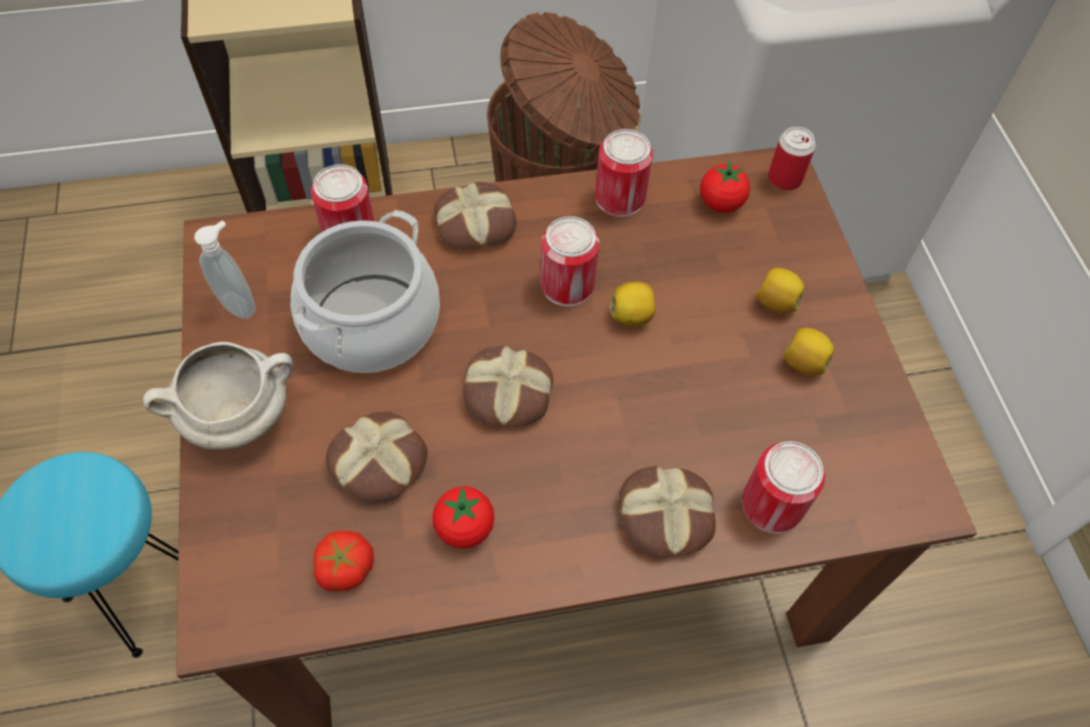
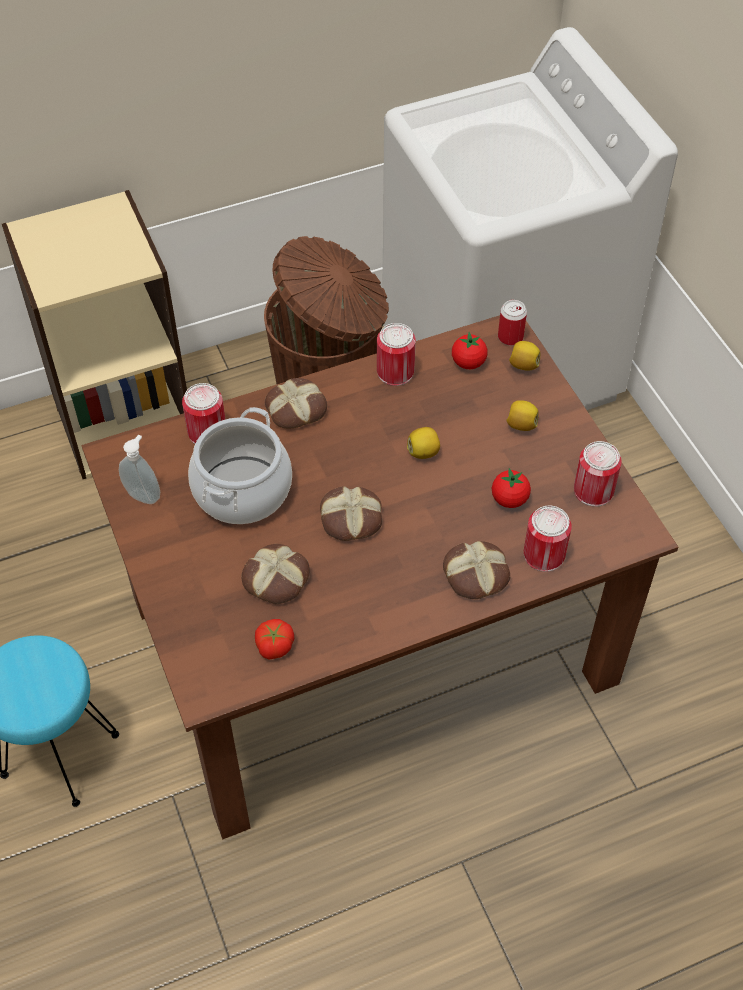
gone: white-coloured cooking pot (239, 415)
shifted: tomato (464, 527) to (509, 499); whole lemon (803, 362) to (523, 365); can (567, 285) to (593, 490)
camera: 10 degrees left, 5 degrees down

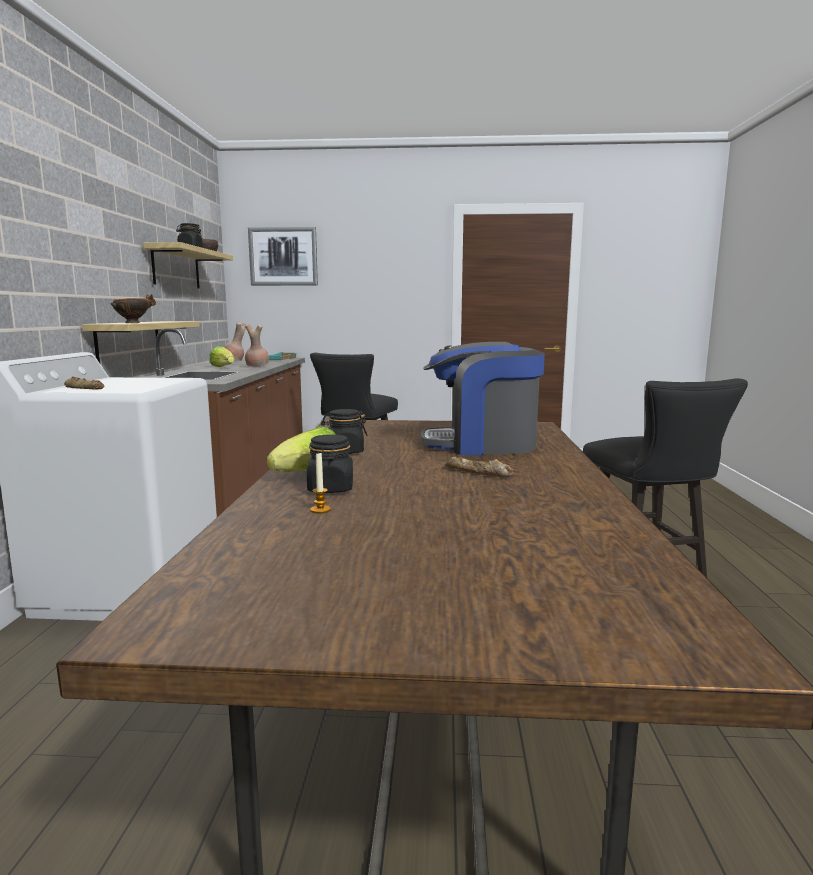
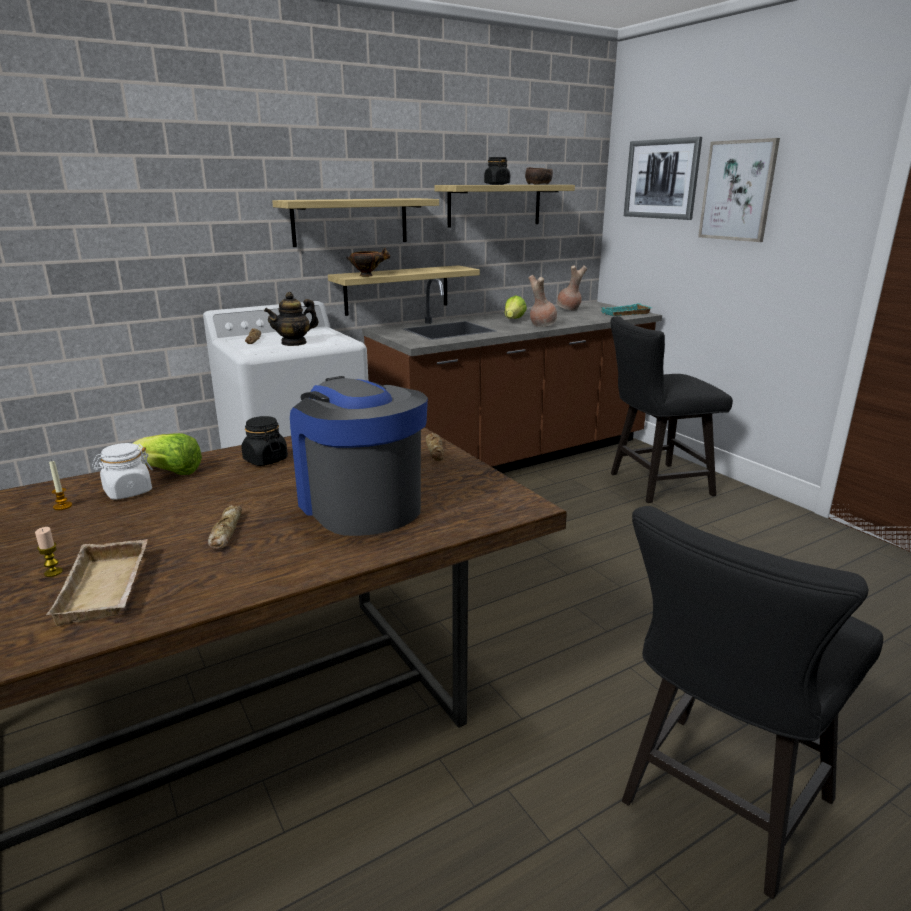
new: wax light (53, 572); sand-coloured carrying tray (108, 589); pot for tea (294, 343); bracket shelf (350, 222); bread (435, 451); wall art (738, 191)
repainted: blackish preserve jar (331, 488) to white-coloured preserve jar (128, 492)
camera: 55 degrees right, 10 degrees up

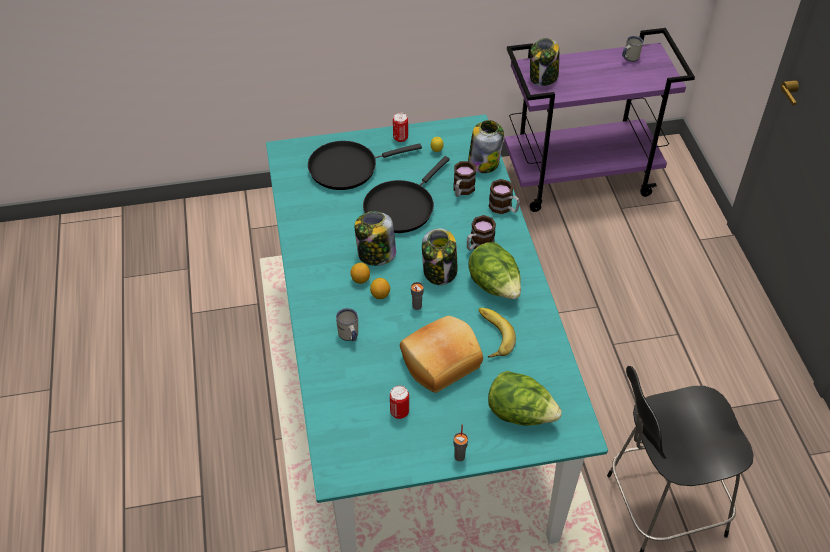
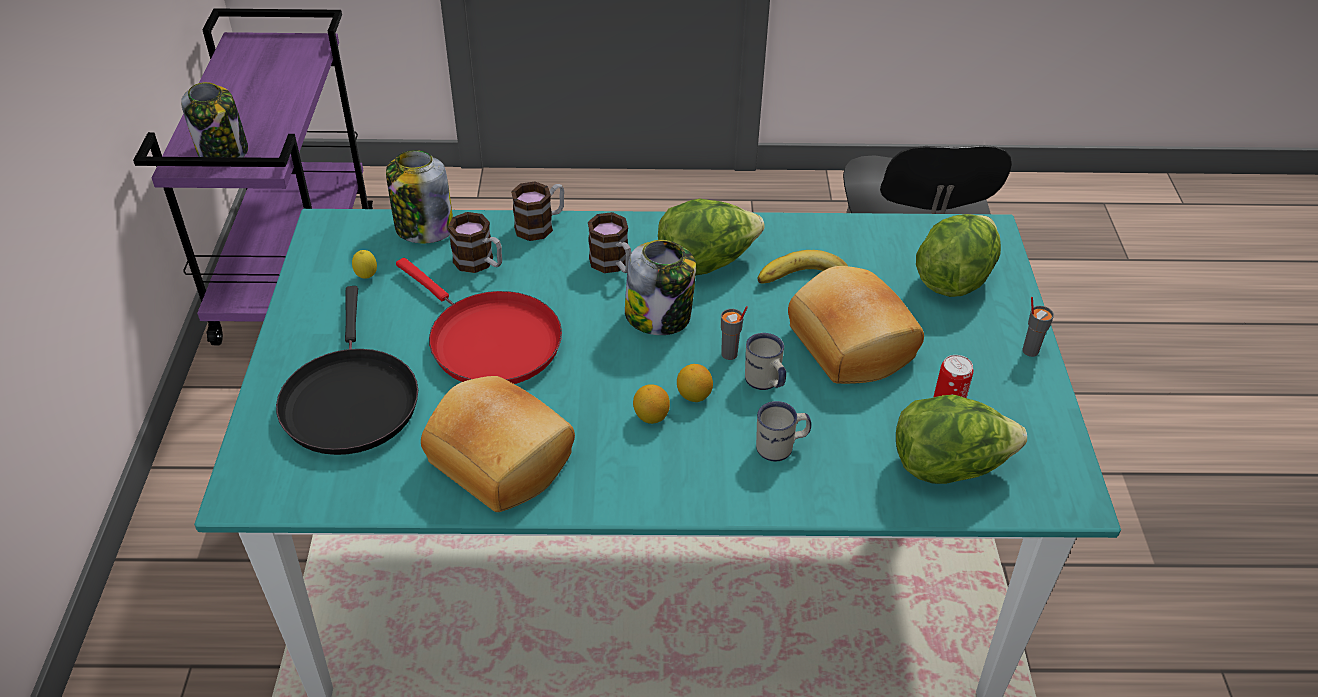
gone: preserve jar (376, 254); can (400, 138)
new: bread (503, 458); lettuce (948, 466)
shifted: white-coloured coffee mug (629, 58) to (765, 383)
repainted: blackish skillet (401, 207) to reddish skillet (489, 341)
camera: 80 degrees left, 5 degrees down

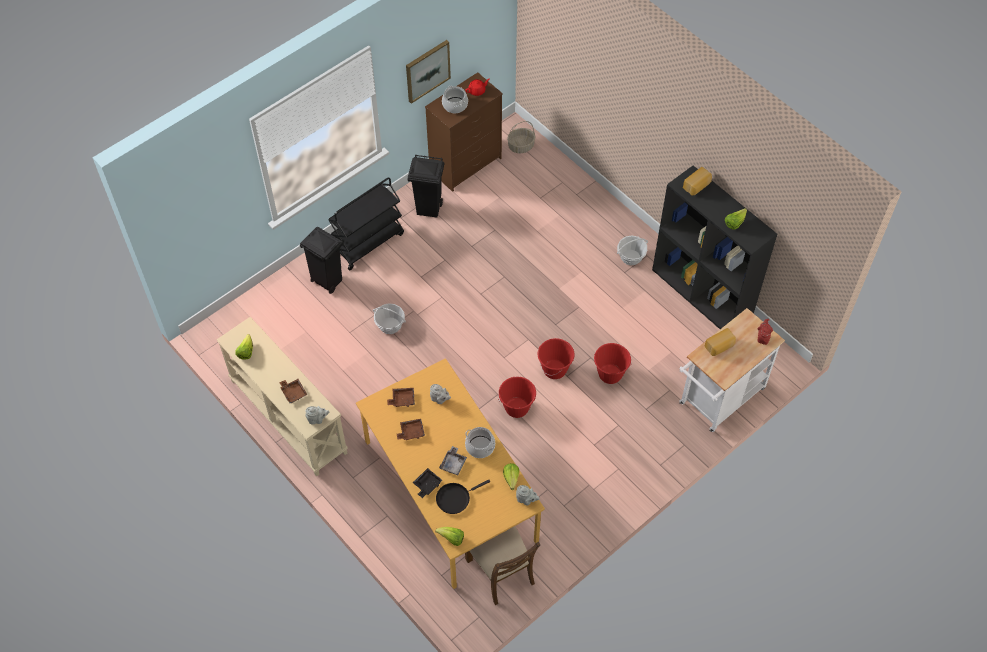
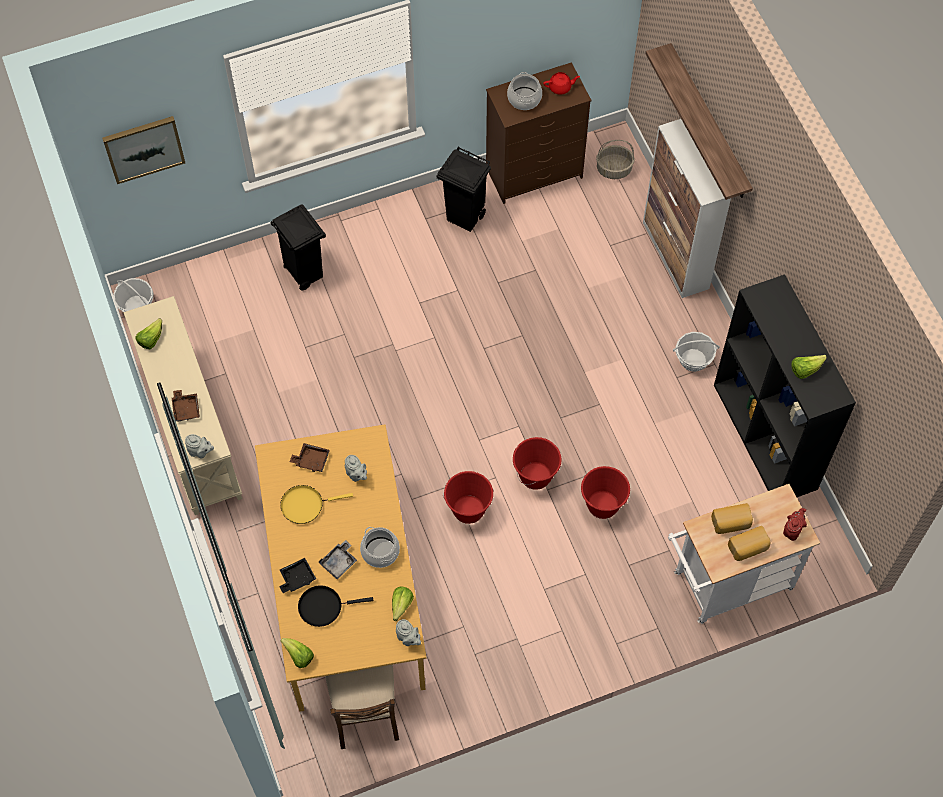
gone: blackish wheeled cart (368, 243)
new: cupboard (675, 256); bracket shelf (709, 123)
shifted: wall art (427, 70) to (143, 148); basket (390, 325) to (136, 306); bread (697, 186) to (748, 548)
swapped: brown-coloured carrying tray (411, 432) to yellowish skillet (305, 505)
camera: 20 degrees right, 5 degrees up

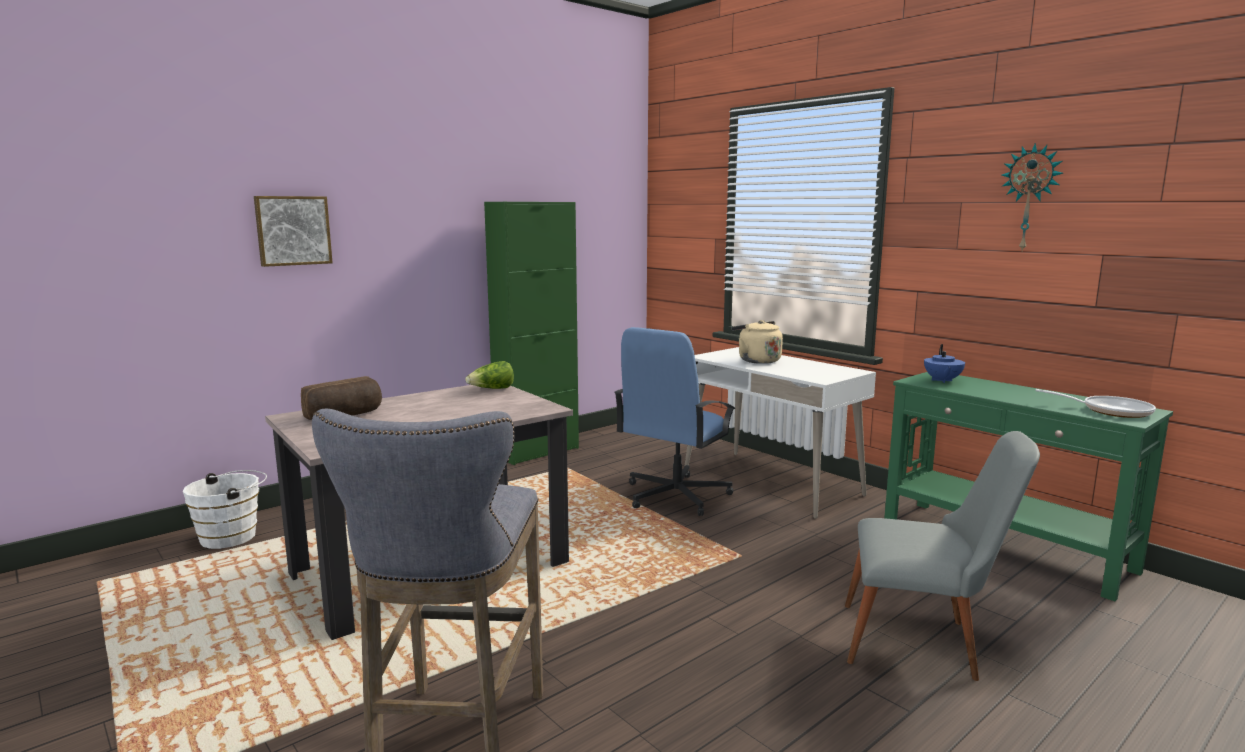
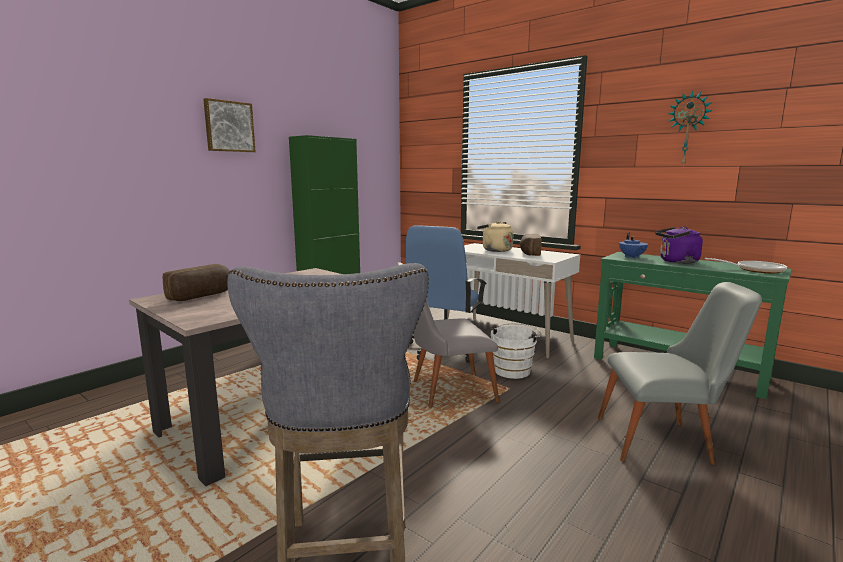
gone: lettuce (492, 389)
new: greyish plain chair (444, 391); bread (529, 253); purplish tea kettle (676, 262)
shifted: wall art (293, 230) to (229, 126); white-coloured pail (233, 536) to (513, 370)
camera: 10 degrees left, 0 degrees up

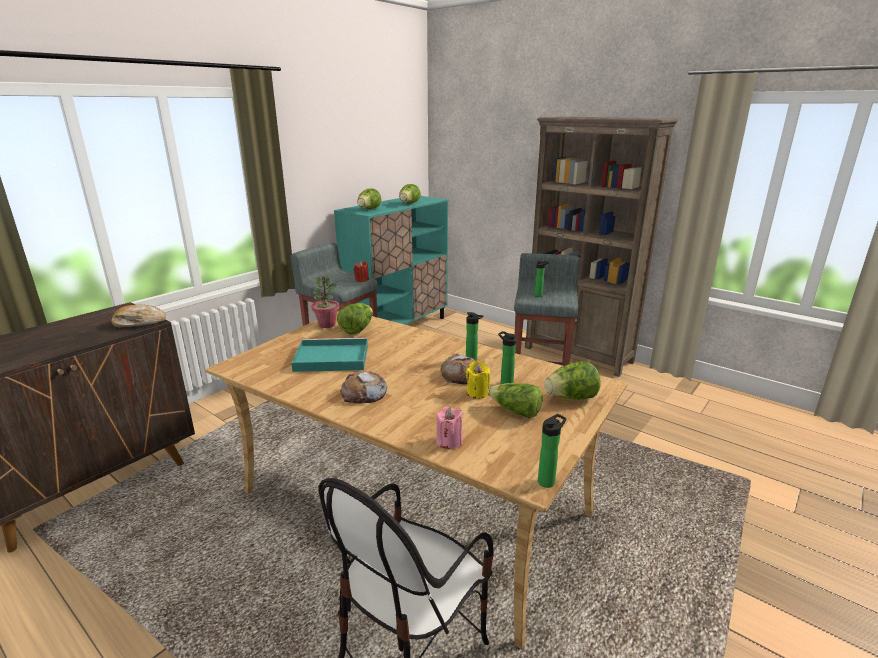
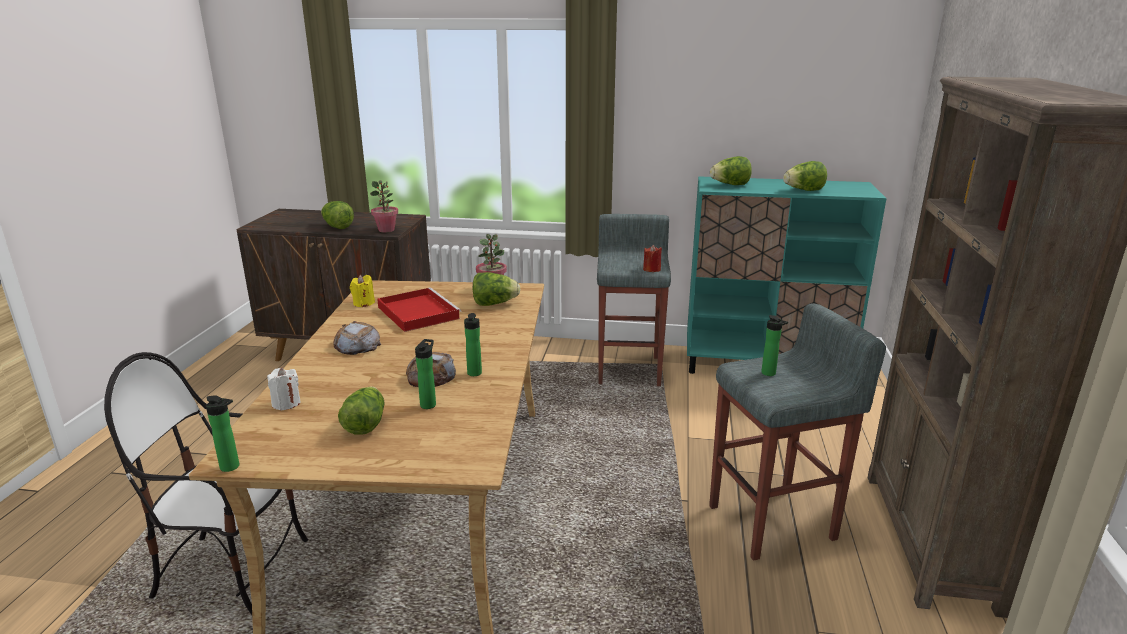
shifted: lettuce (571, 398) to (337, 226); yellowish wax light (477, 393) to (363, 303)
swapped: bread (139, 323) to plant in a pot (386, 230)
repainted: pink wax light (449, 441) to white-coloured wax light (286, 403); turquoise carrying tray (330, 358) to reddish carrying tray (417, 312)
camera: 60 degrees right, 0 degrees up

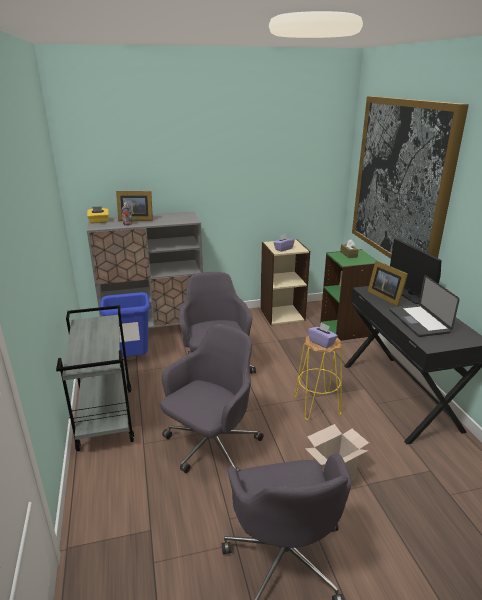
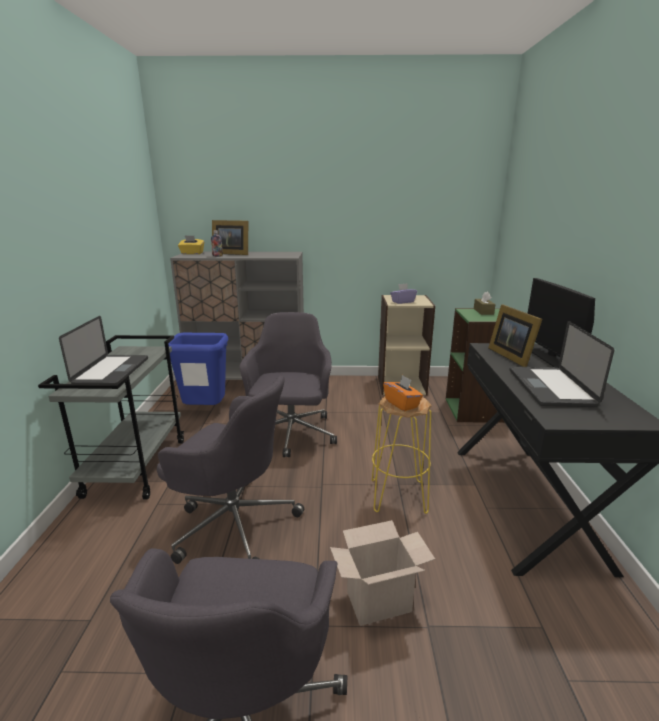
gone: wall art (401, 182)
new: portable computer (112, 371)
repainted: purplish tissue box (322, 342) to orange-coloured tissue box (402, 404)
rotated: greyish office chair (211, 446) = (233, 523) 60 degrees clockwise
camera: 15 degrees right, 5 degrees down

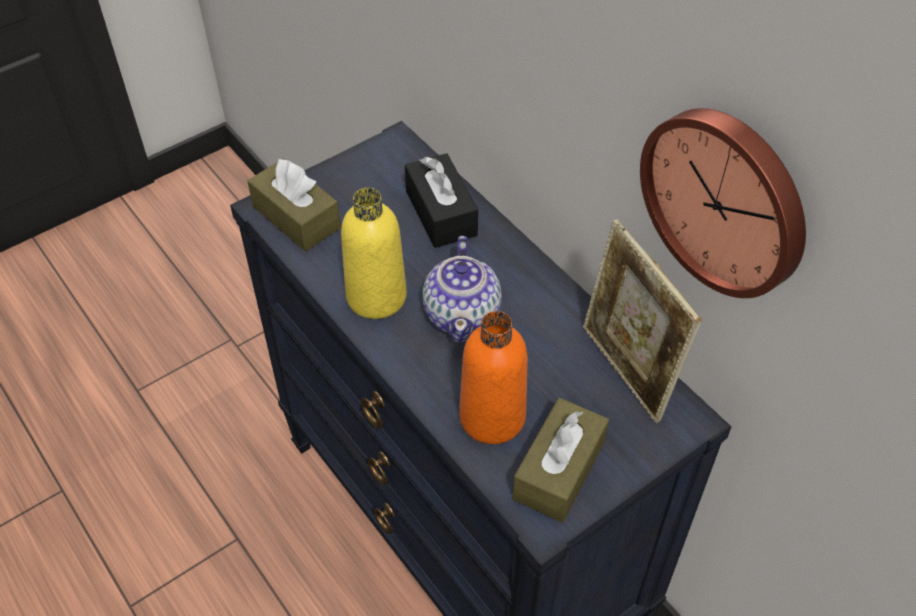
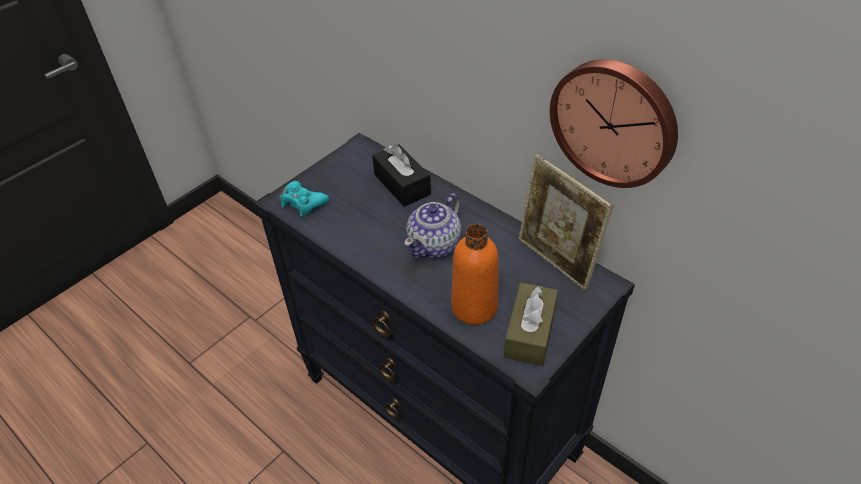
gone: yellowish bottle (376, 296)
swapped: brown-coloured tissue box (296, 217) to turquoise joypad (303, 203)
rotated: pot for tea (463, 314) = (435, 245) 45 degrees clockwise
camera: 10 degrees left, 5 degrees down

